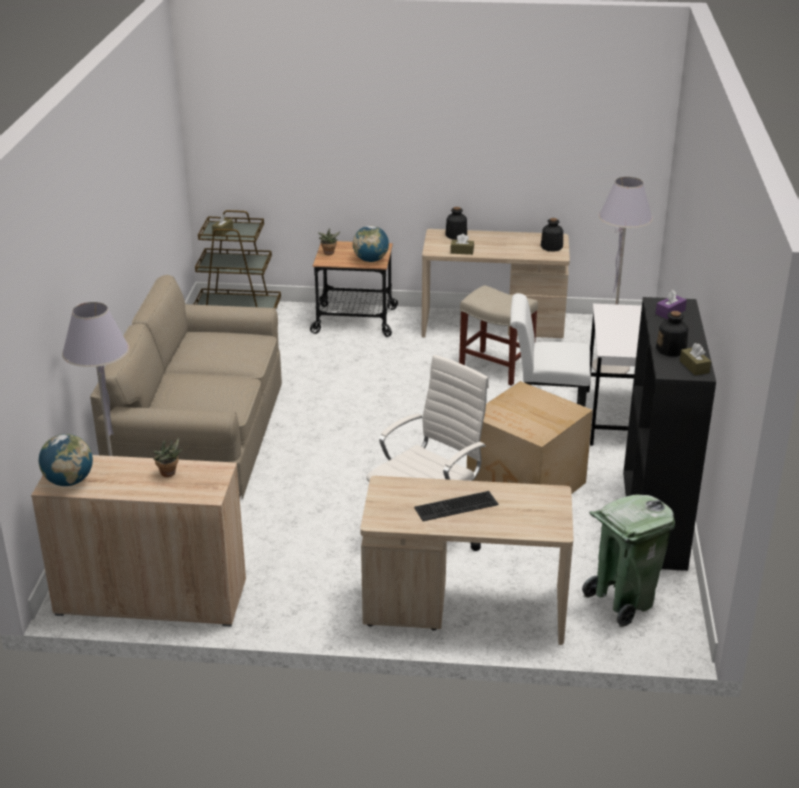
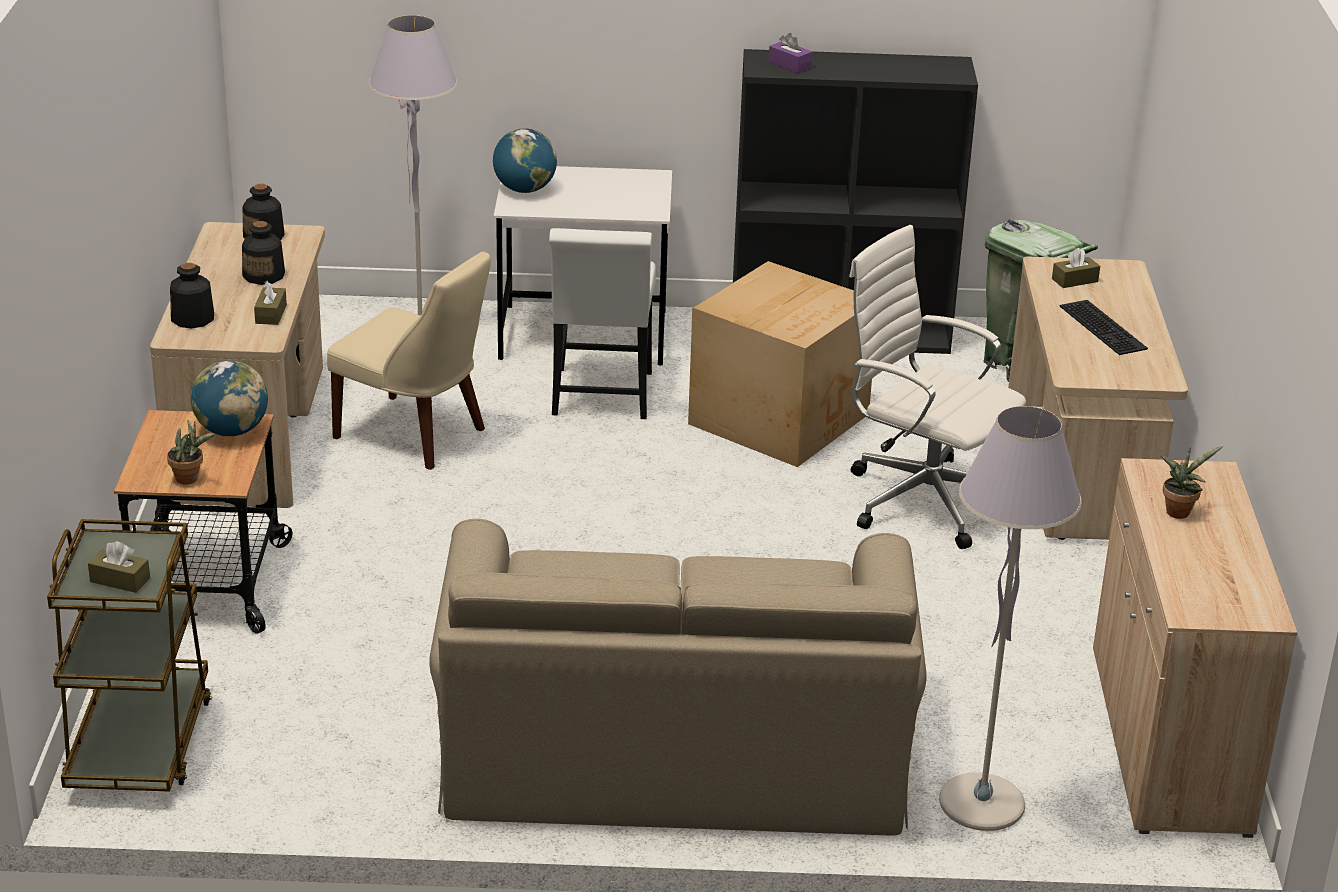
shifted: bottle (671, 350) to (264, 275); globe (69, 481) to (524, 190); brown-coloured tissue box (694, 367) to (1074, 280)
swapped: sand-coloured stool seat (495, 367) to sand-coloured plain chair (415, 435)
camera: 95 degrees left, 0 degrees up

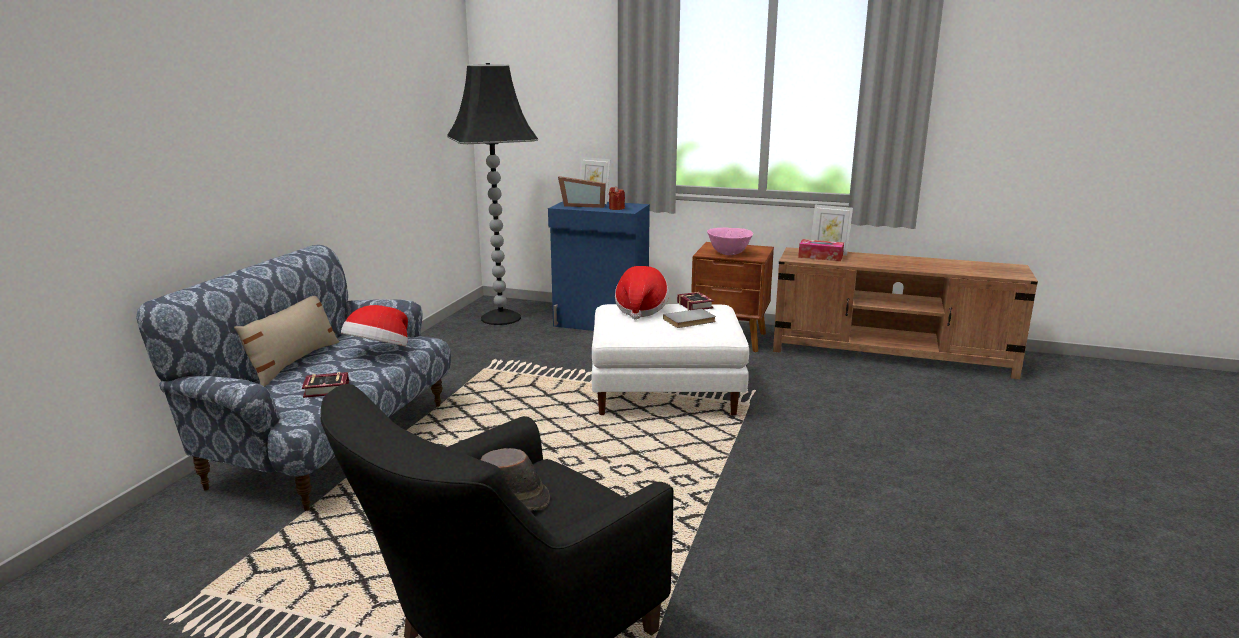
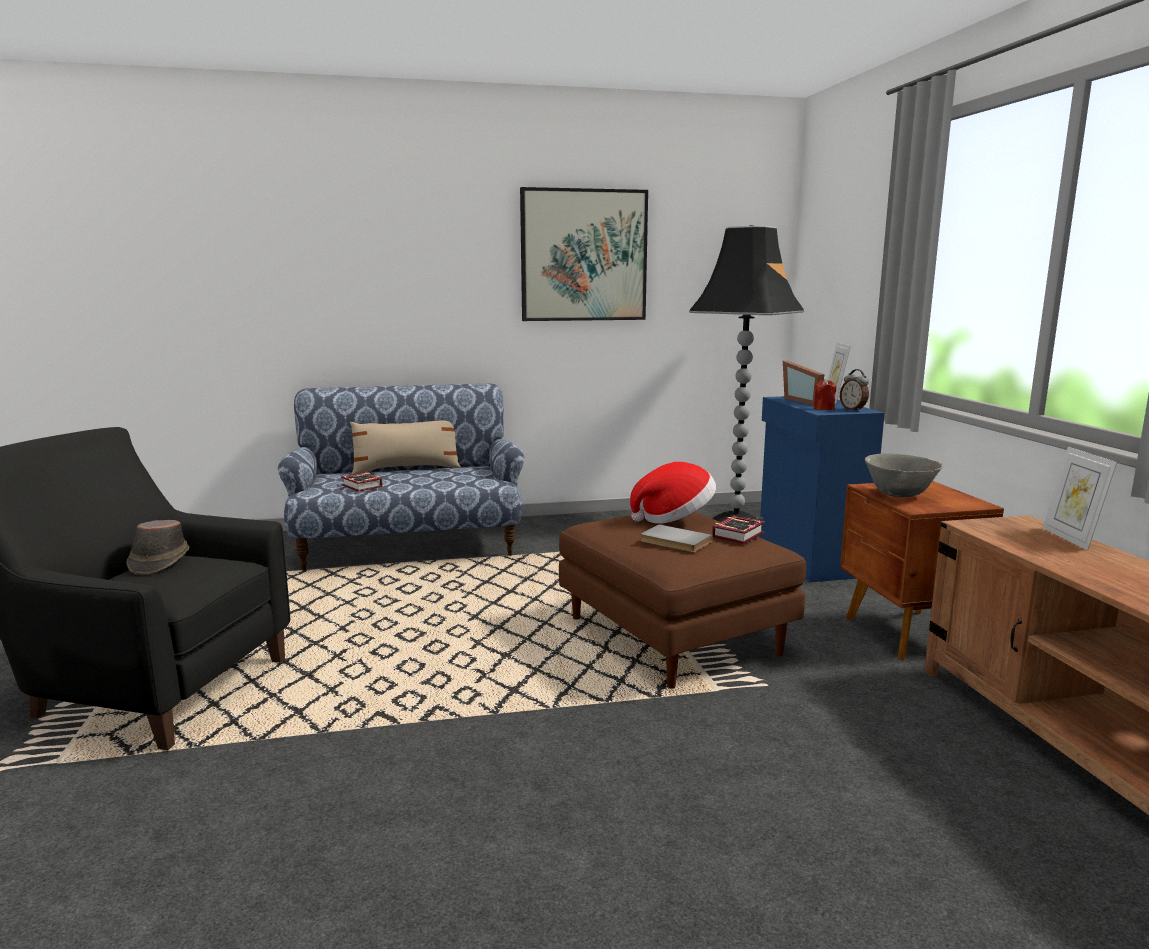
gone: hat (379, 352); tissue box (820, 256)
new: wall art (583, 255); table clock (853, 409)
repainted: white-coloured ottoman (667, 393) to brown-coloured ottoman (675, 637); pink bowl (728, 253) to greyish bowl (899, 495)
camera: 60 degrees right, 5 degrees down

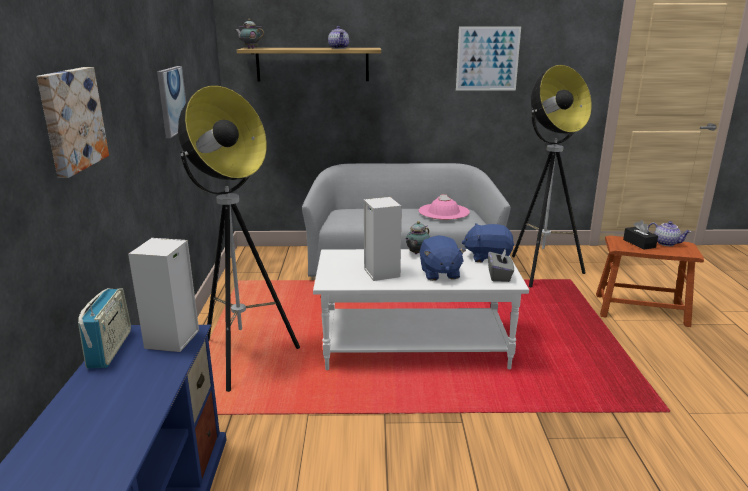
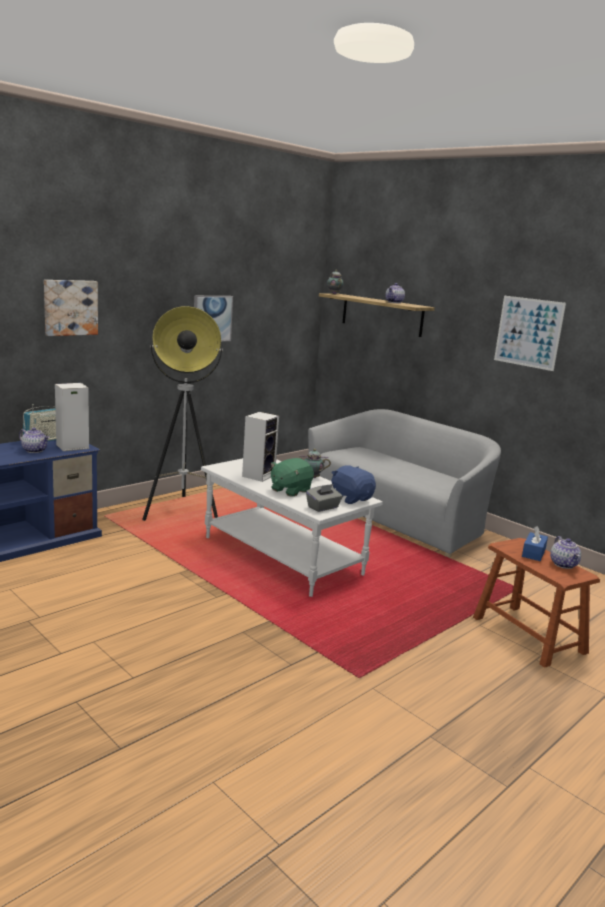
gone: pink hat (443, 212); standard lamp (540, 271)
new: pot for tea (35, 450)
repainted: blue soft toy (439, 273) to greenish soft toy (290, 490); blackish tissue box (639, 243) to blue tissue box (533, 553)
camera: 45 degrees right, 5 degrees down

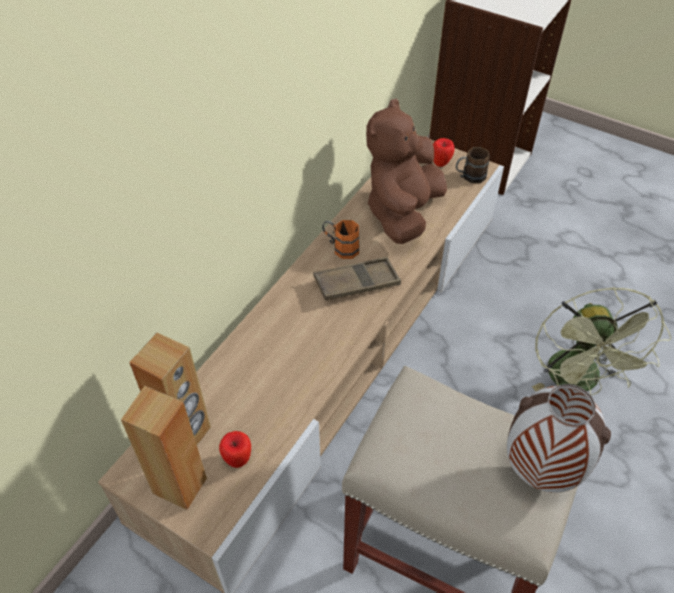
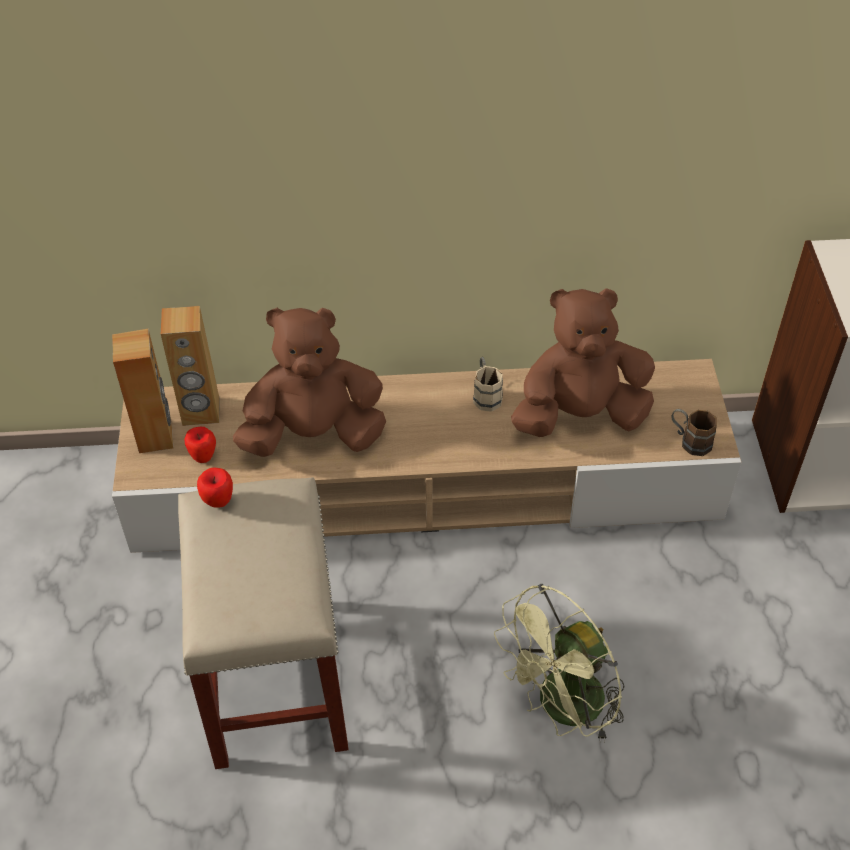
gone: brown-coloured carrying tray (356, 283); flower vase (538, 472)
new: brown-coloured soft toy (314, 434)
shifted: apple (441, 163) to (218, 502)
repainted: orange-coloured coffee mug (340, 248) to sand-coloured coffee mug (485, 394)
camera: 55 degrees right, 0 degrees up

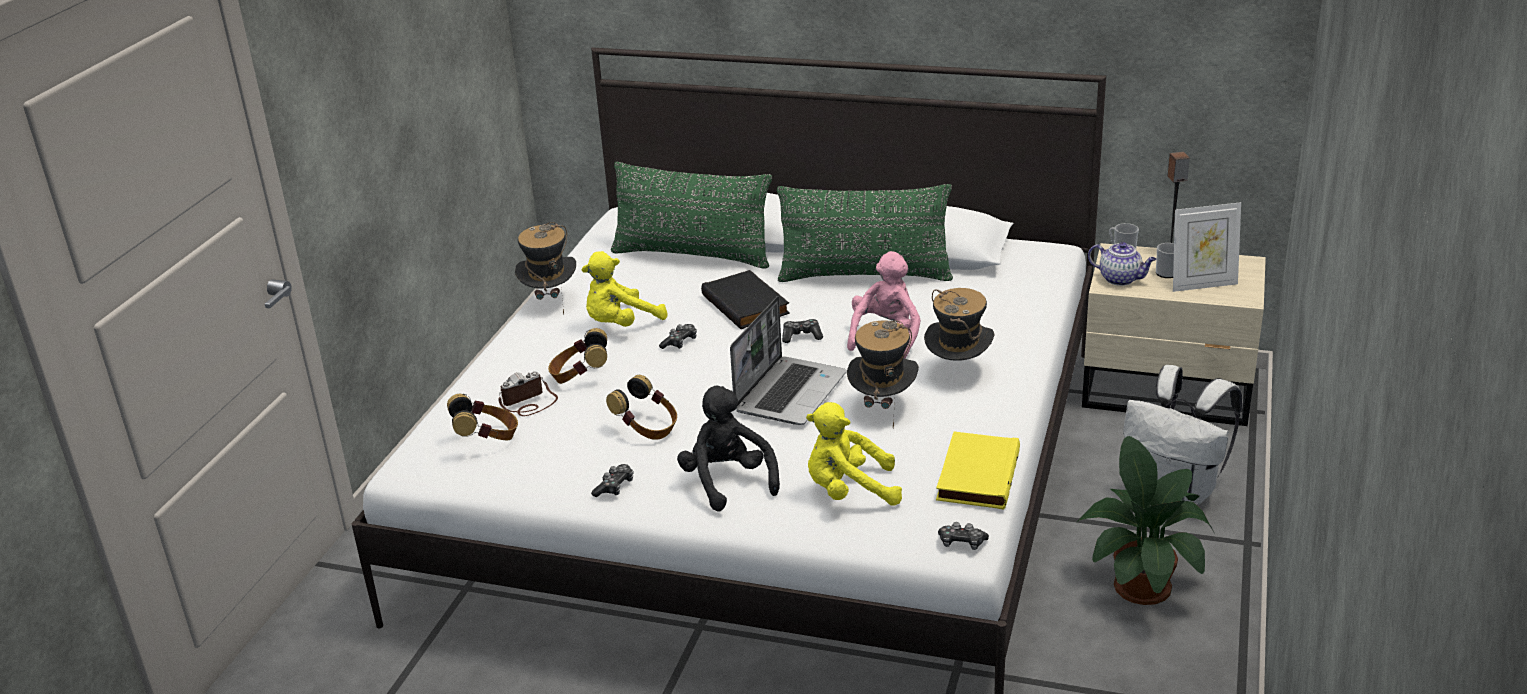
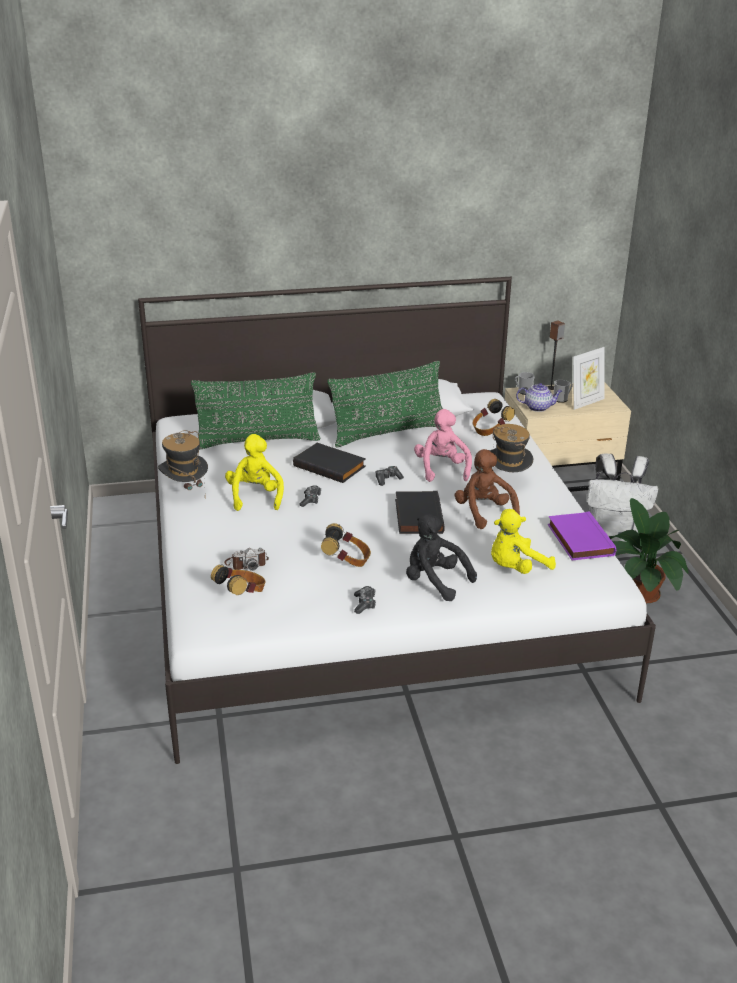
gone: joypad (961, 543)
shifted: headphones (580, 377) to (490, 431)
swapped: portable computer (790, 392) to blackish book (417, 516); hat (883, 408) to brown-coloured soft toy (484, 513)
repainted: yellowish book (975, 475) to purplish book (578, 540)
rotated: photo camera (528, 403) = (246, 563) 135 degrees counterclockwise; yellowish soft toy (621, 324) = (255, 496) 150 degrees clockwise
camera: 30 degrees left, 0 degrees up

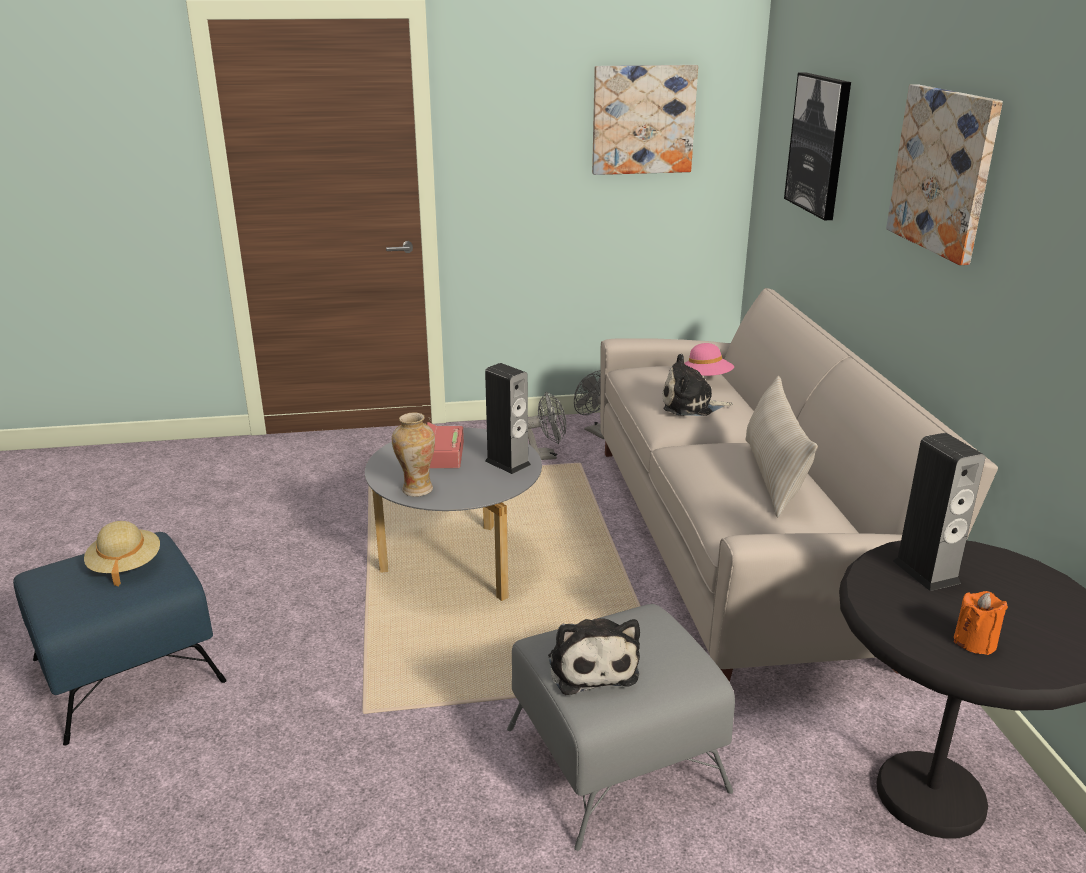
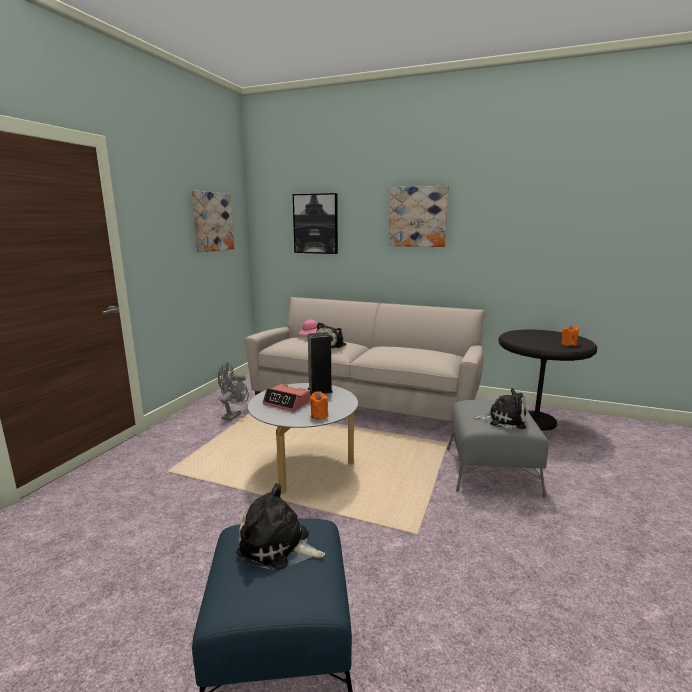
gone: sand-coloured pillow (773, 476); loudspeaker (926, 572)
swapped: sand-coloured hat (125, 566) to soft toy (277, 546); flower vase (416, 489) to orange-coloured wax light (319, 415)
camera: 60 degrees left, 10 degrees down

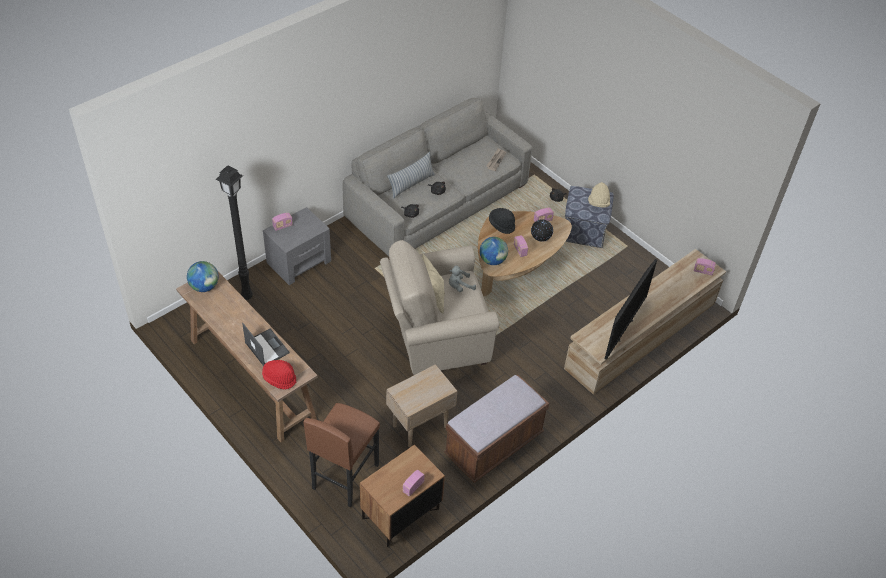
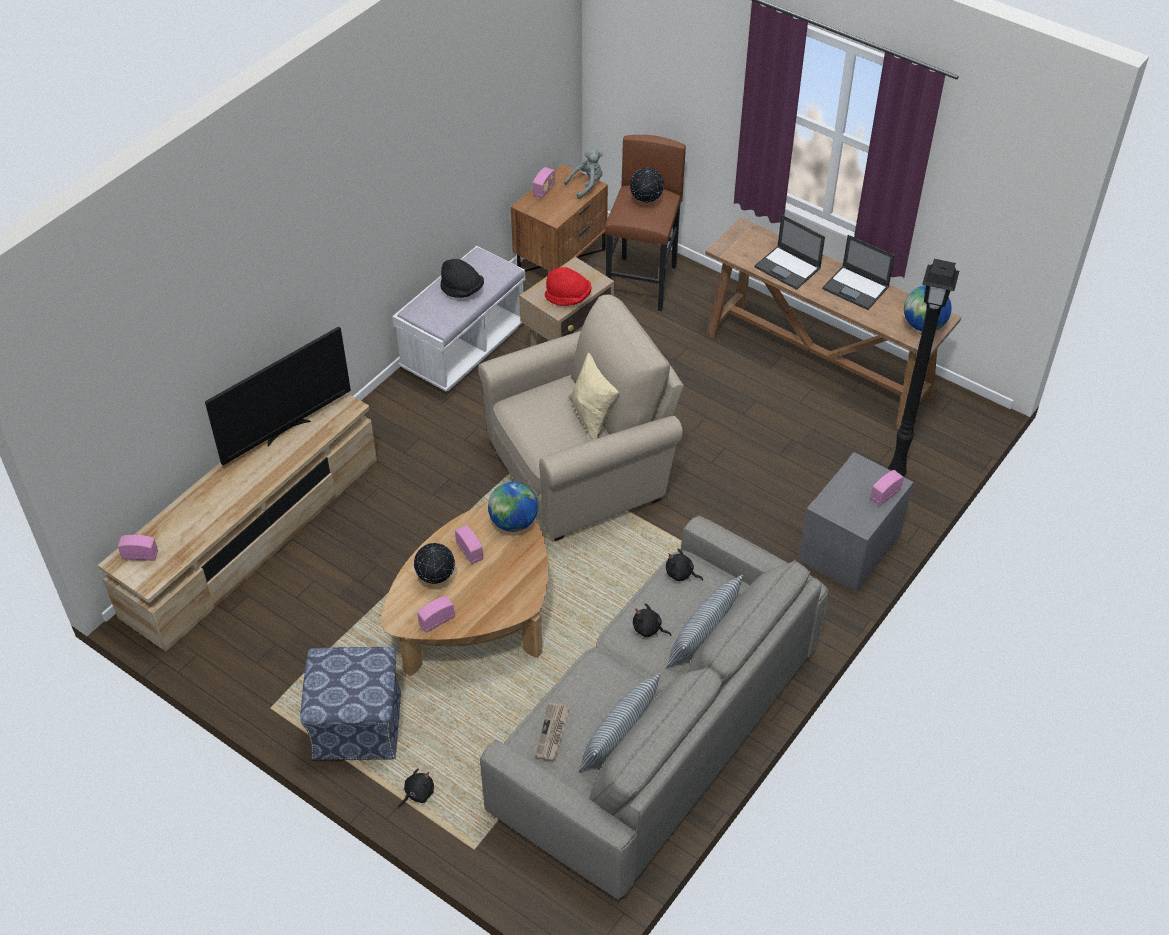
gone: sand-coloured hat (598, 203)
new: pillow (619, 736); globe (646, 202); portable computer (856, 288)
shifted: blackish hat (501, 225) to (462, 290); reddish hat (279, 378) to (568, 298); greyish soft toy (459, 286) to (586, 185)
repainted: brown-coloured bench (493, 445) to white-coloured bench (463, 348)
rotated: TV set (623, 329) = (286, 430) 150 degrees counterclockwise
camera: 170 degrees right, 0 degrees up

